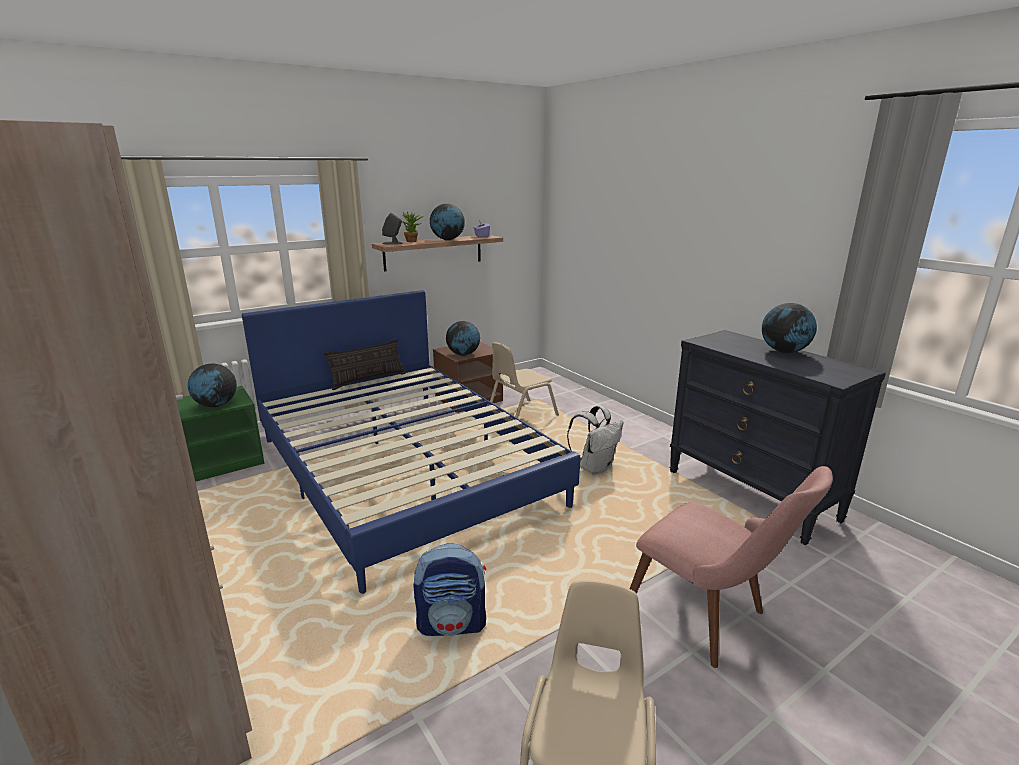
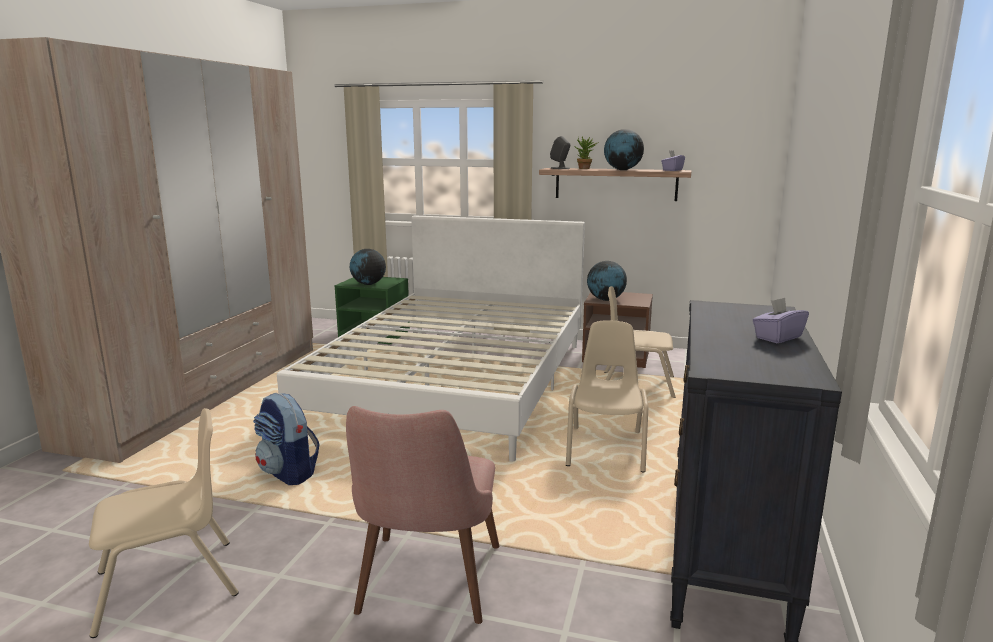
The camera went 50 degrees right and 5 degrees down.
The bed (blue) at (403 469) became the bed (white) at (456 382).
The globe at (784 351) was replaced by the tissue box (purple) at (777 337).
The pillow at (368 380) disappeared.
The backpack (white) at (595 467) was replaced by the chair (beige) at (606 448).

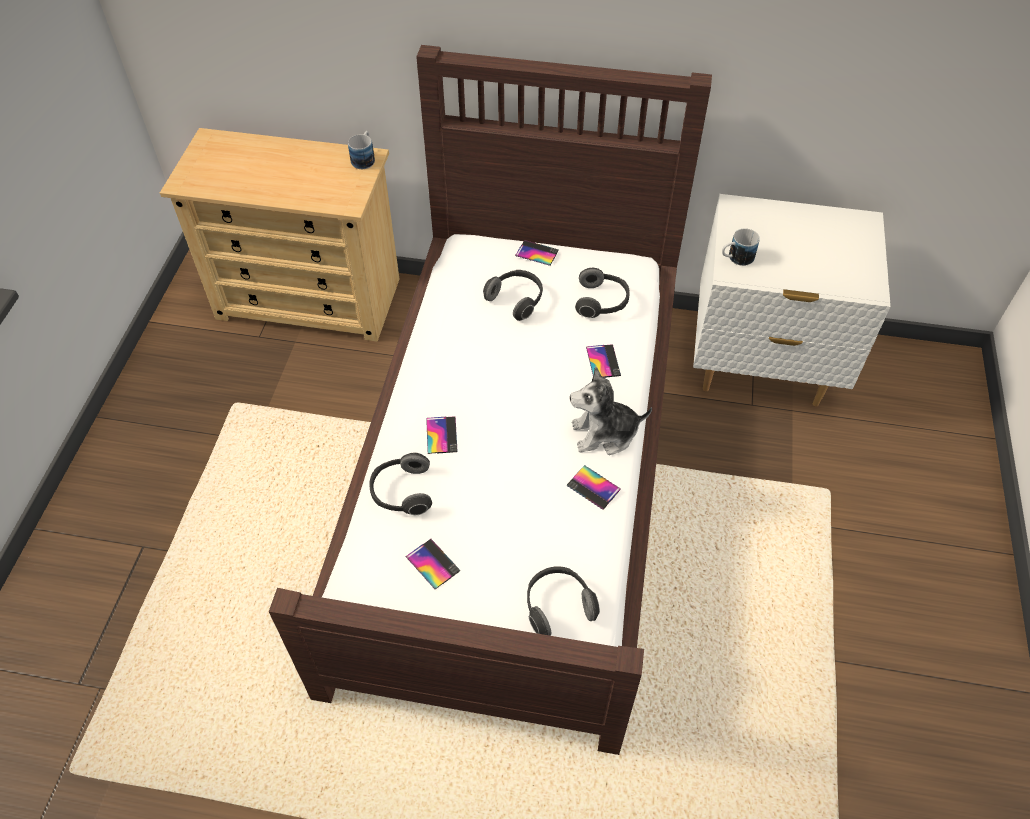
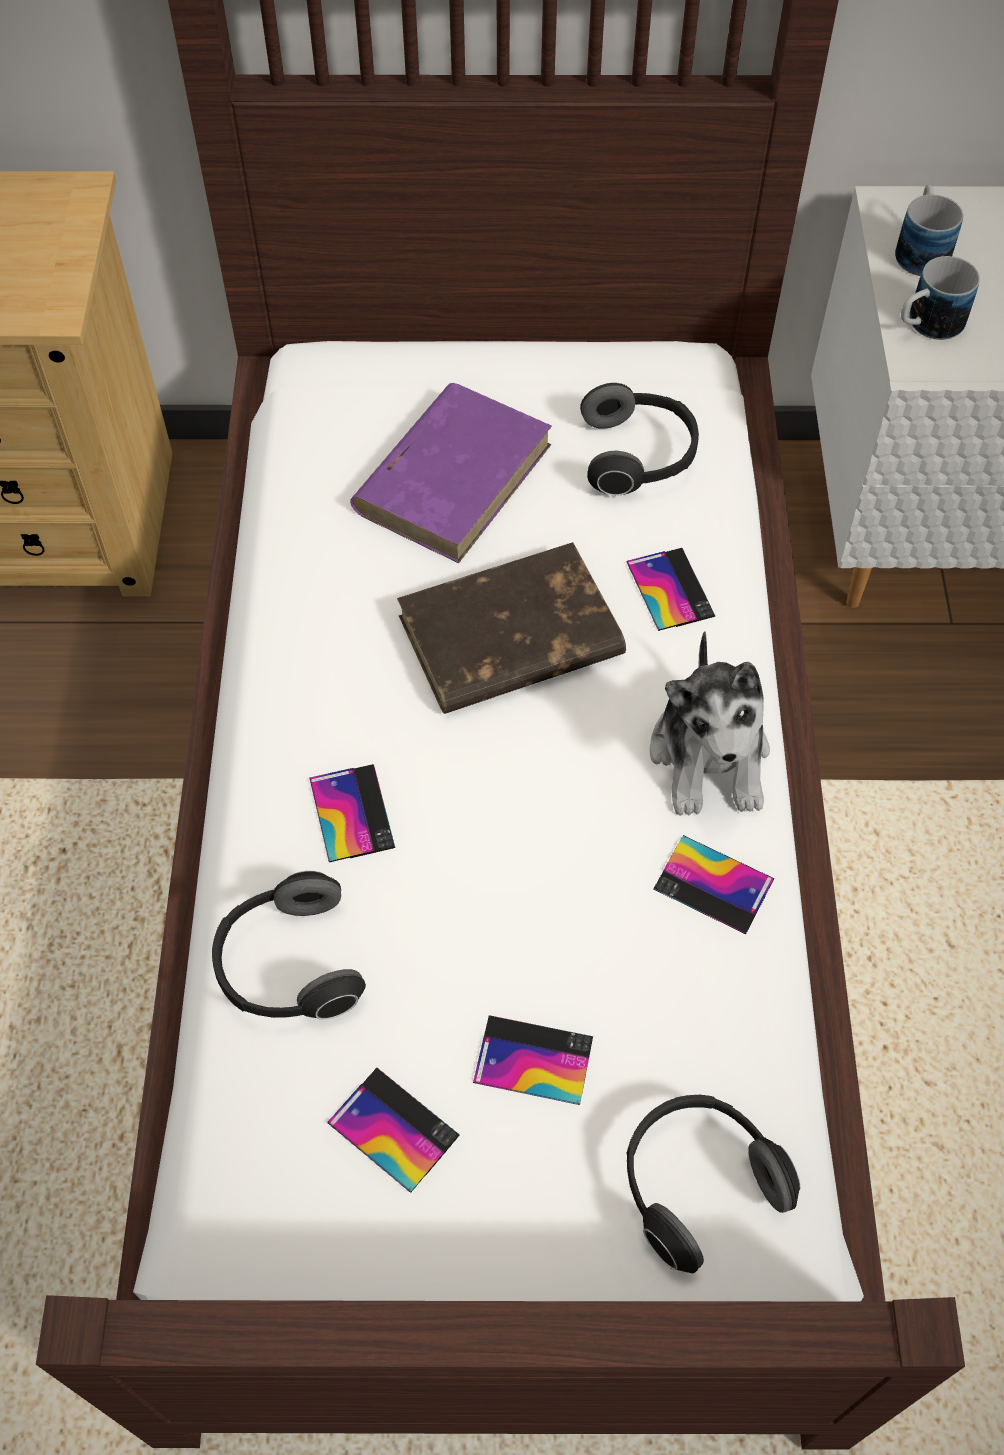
The camera went 10 degrees left and 5 degrees up.
The mug moved from (364 158) to (920 249).
The phone moved from (537 253) to (533 1060).
The headphones at (516 300) was replaced by the book (purple) at (454 476).
The plush toy at (604 434) turned 75 degrees counterclockwise.
The book (brown) at (508 638) appeared.

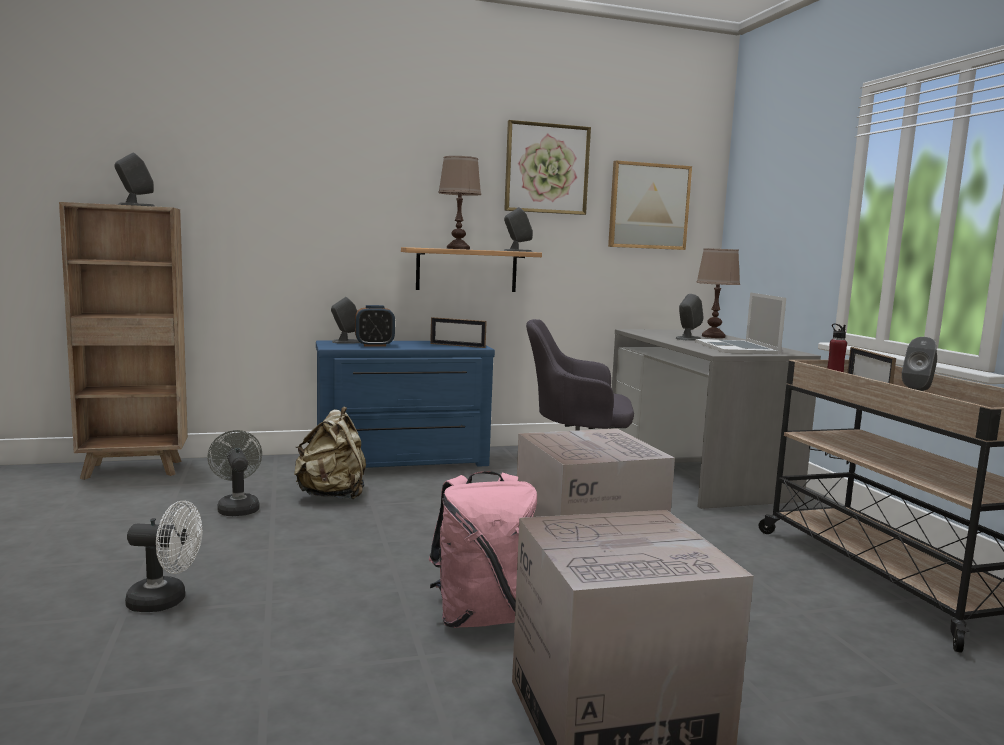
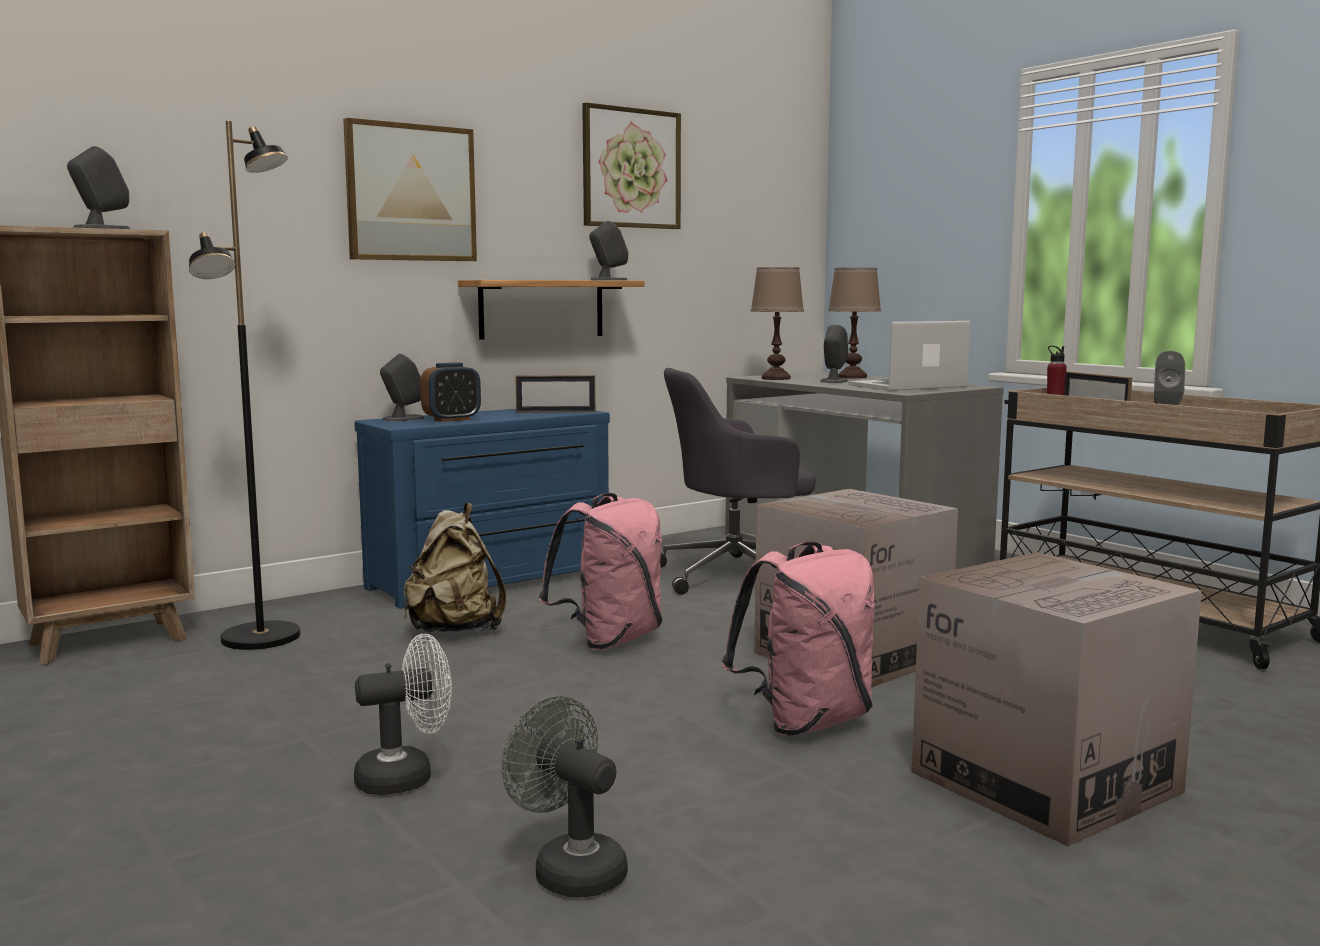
The camera went 20 degrees left and 0 degrees up.
The table lamp (brown) moved from (458 249) to (775 378).
The picture moved from (648 206) to (410 193).
The laptop at (737 348) turned 90 degrees clockwise.
The fan (grey) moved from (237 507) to (569 869).
The floor lamp (black) at (262 638) appeared.
The backpack (pink) at (610 640) appeared.

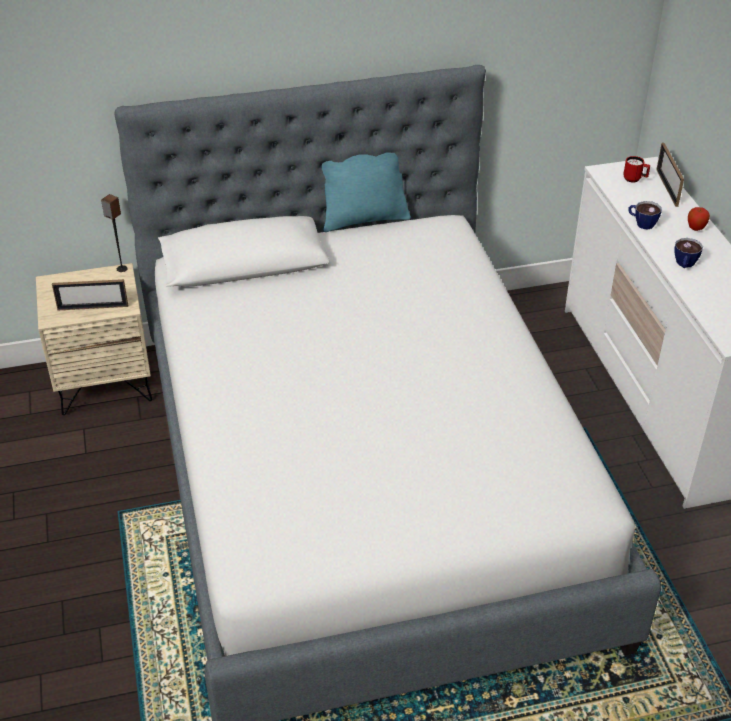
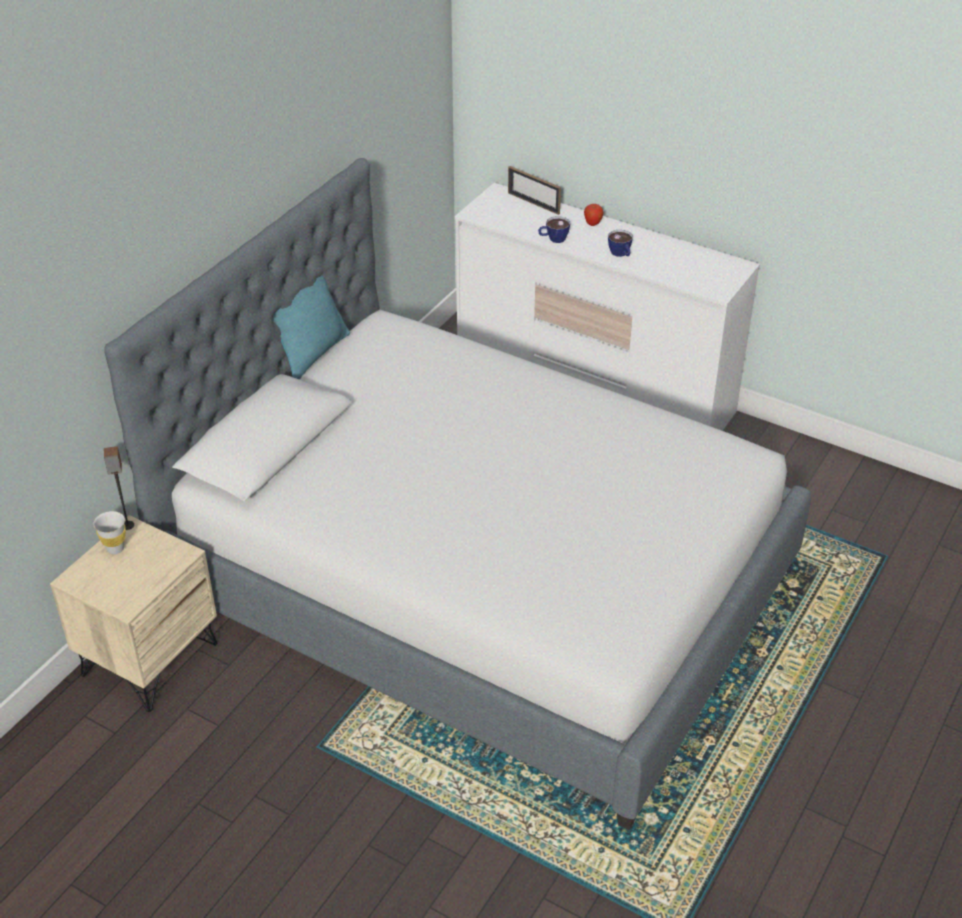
The camera went 45 degrees left and 0 degrees up.
The mug (red) at (635 179) disappeared.
The picture frame at (93 307) disappeared.
The cup (white) at (115 548) appeared.

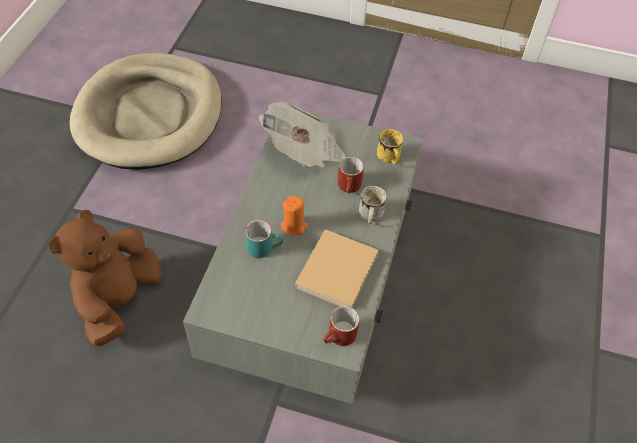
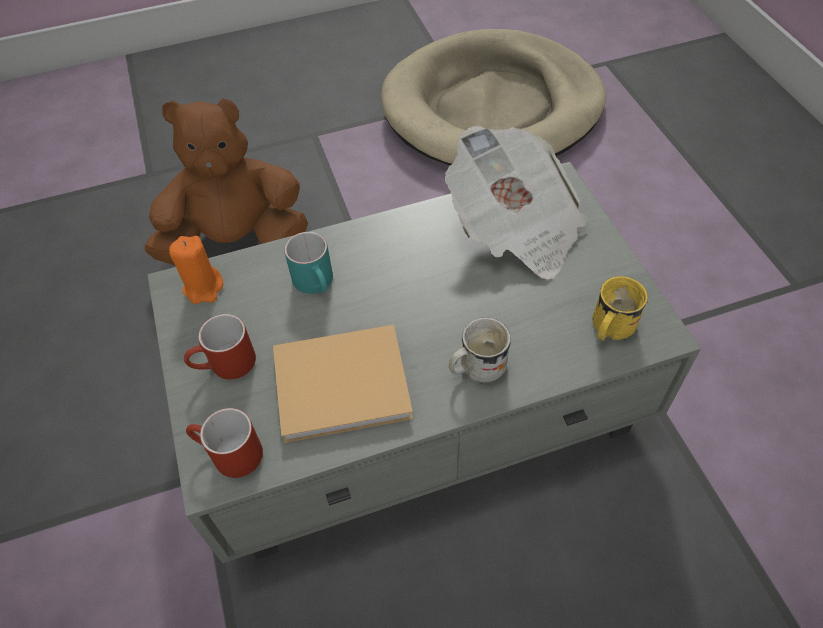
The camera went 60 degrees right and 0 degrees up.
The mug (red) moved from (349 187) to (225 366).
The candle (orange) moved from (294 226) to (204 288).

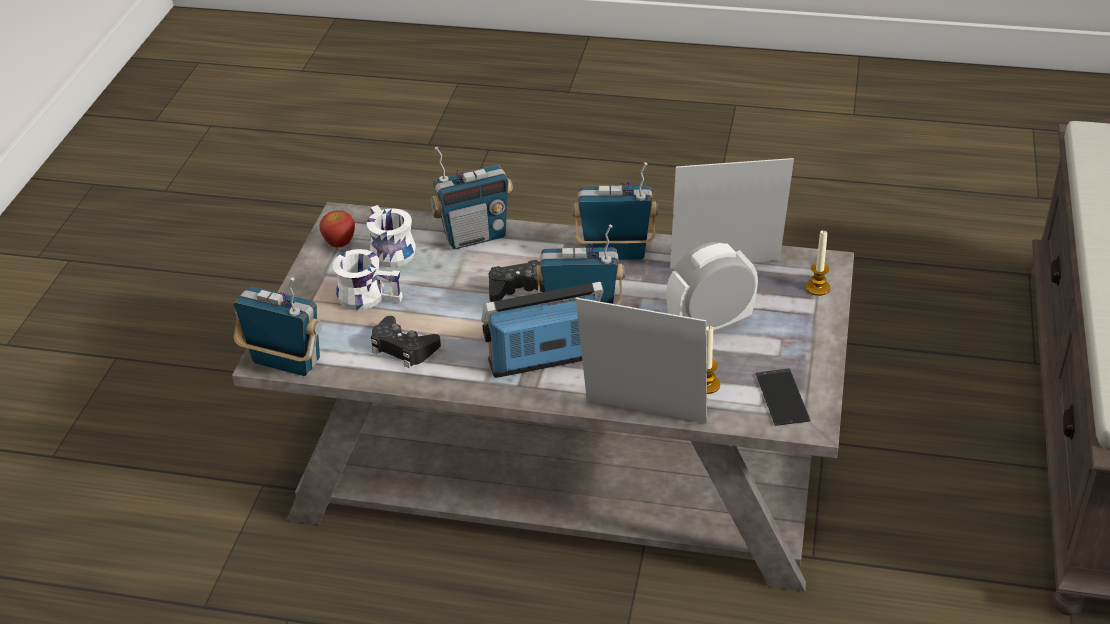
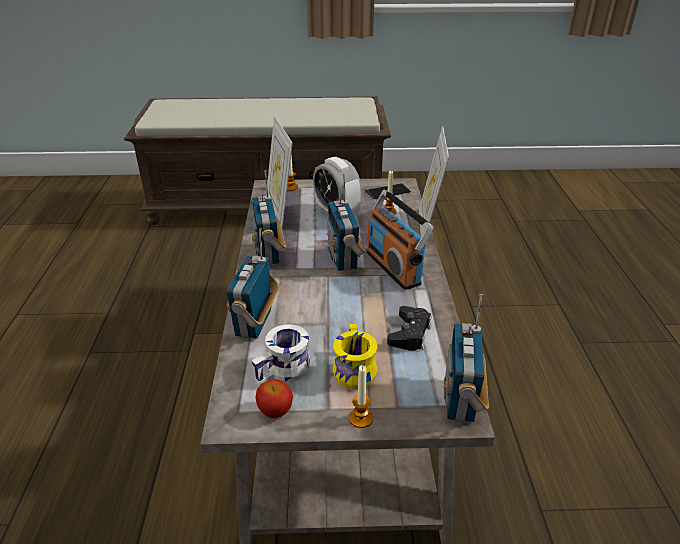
The camera went 105 degrees left and 5 degrees down.
The radio at (474 236) turned 135 degrees counterclockwise.
The mug (white) at (369 295) became the mug (yellow) at (351 369).
The game controller (black) at (518 288) disappeared.
The candle at (361 418) appeared.

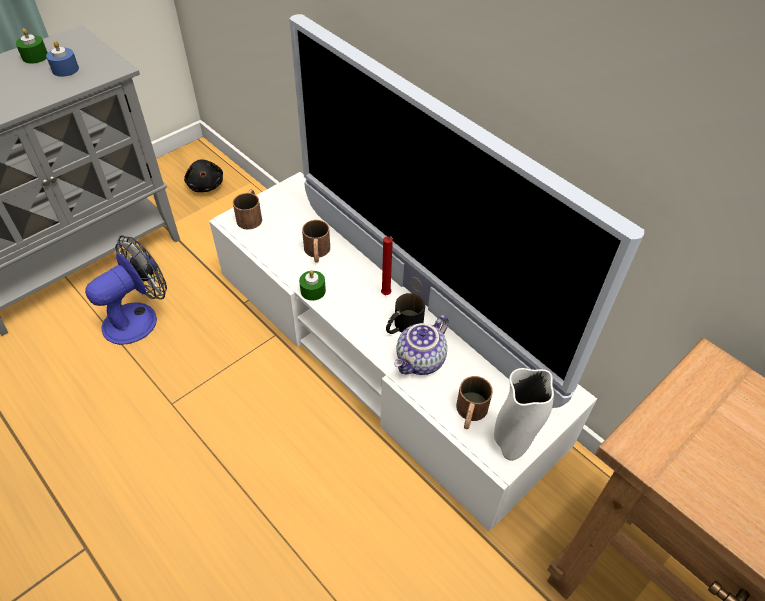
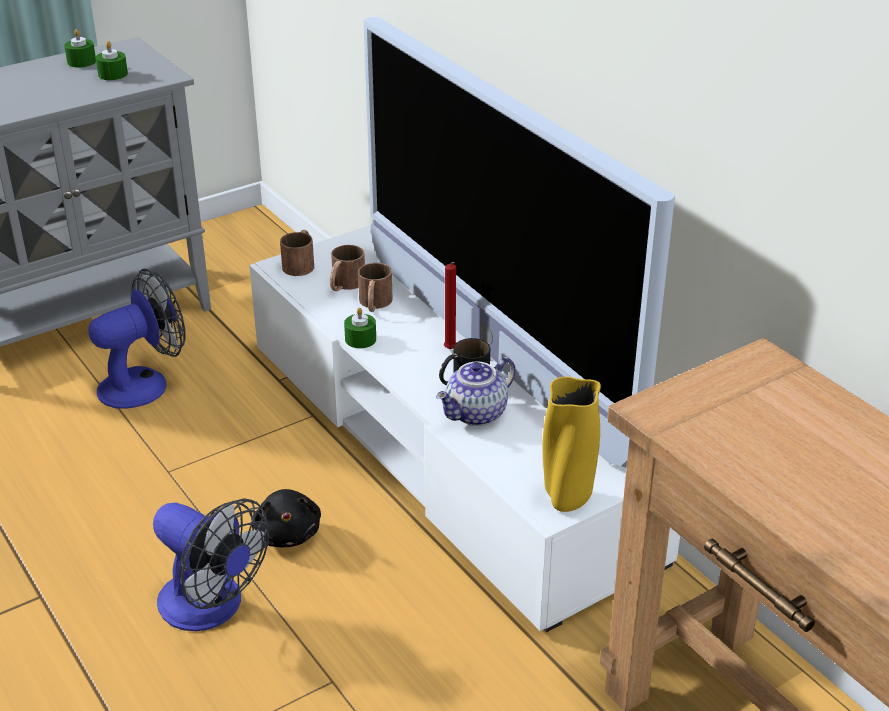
The camera went 10 degrees right and 15 degrees down.
The candle (blue) at (65 69) became the candle (green) at (113 74).
The plush toy (black) moved from (206 185) to (288 533).
The vase (white) at (512 445) became the vase (yellow) at (567 499).
The mug (brown) moved from (470 414) to (344 285).
The fan at (211 608) appeared.

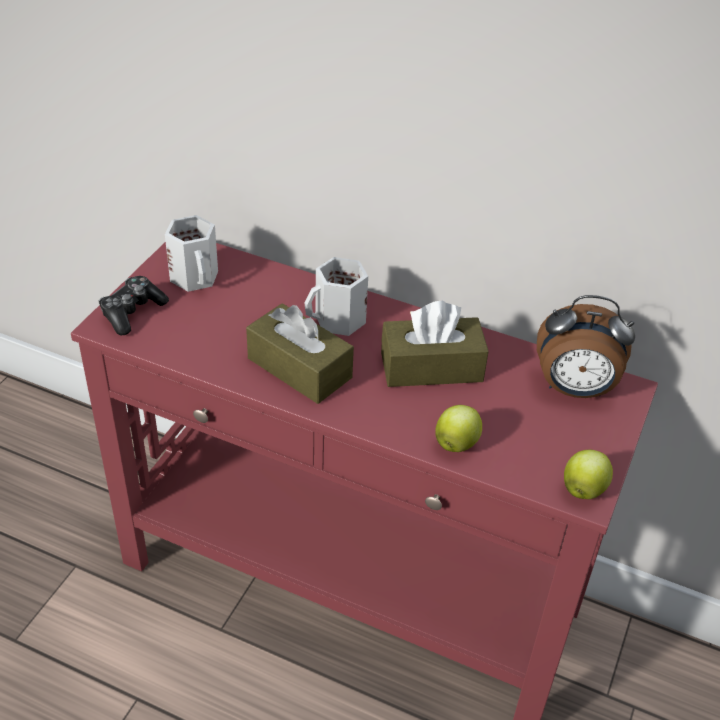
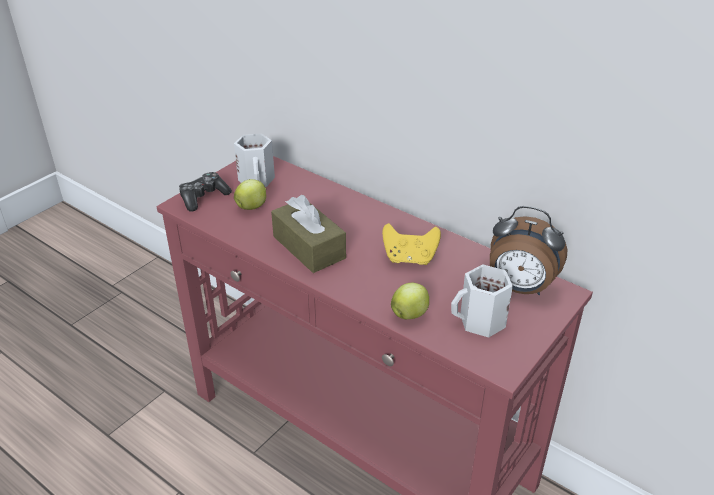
The camera went 15 degrees right and 5 degrees down.
The mug (white) moved from (338 321) to (481 322).
The tissue box (brown) at (431 367) was replaced by the game controller (yellow) at (409 258).
The apple moved from (583 489) to (252 207).

